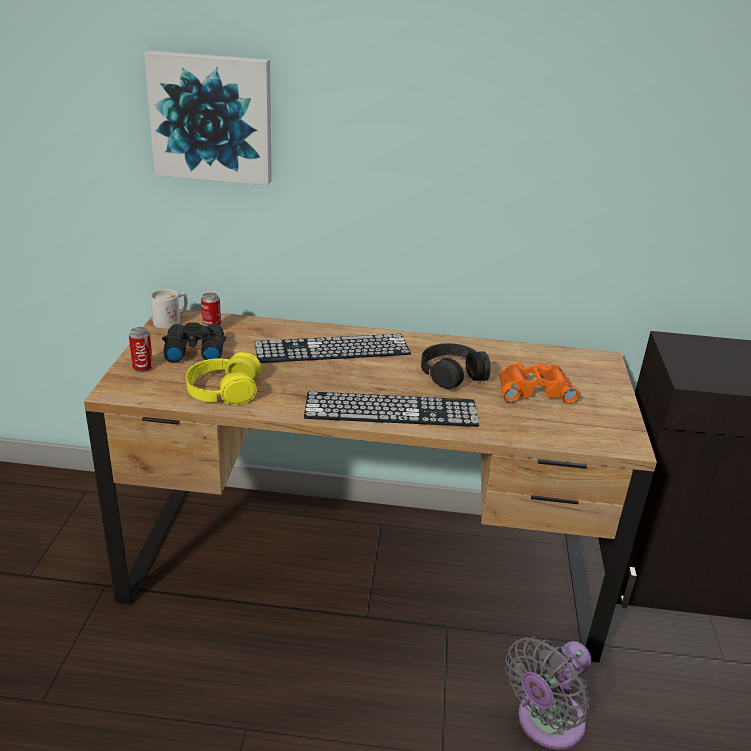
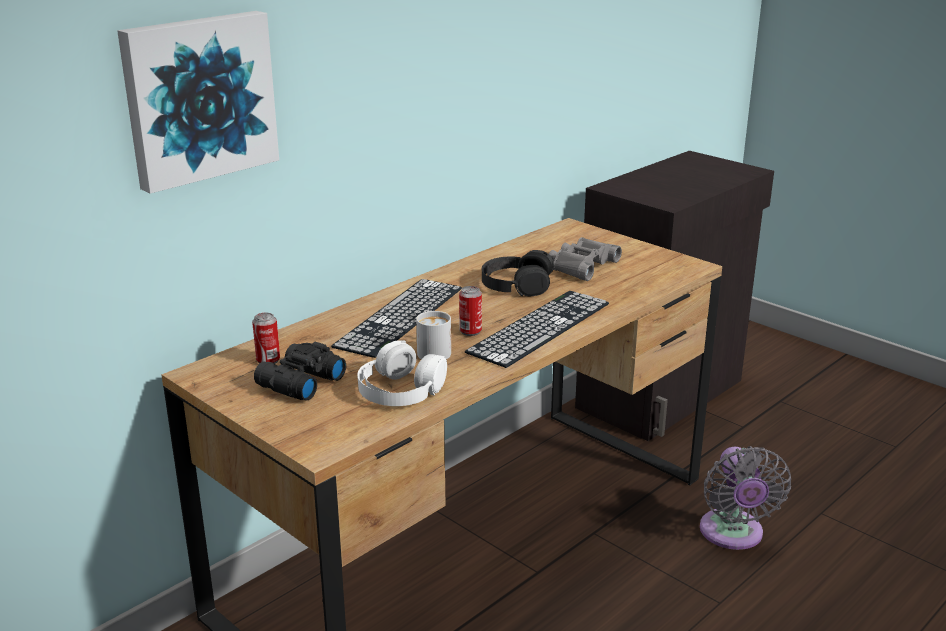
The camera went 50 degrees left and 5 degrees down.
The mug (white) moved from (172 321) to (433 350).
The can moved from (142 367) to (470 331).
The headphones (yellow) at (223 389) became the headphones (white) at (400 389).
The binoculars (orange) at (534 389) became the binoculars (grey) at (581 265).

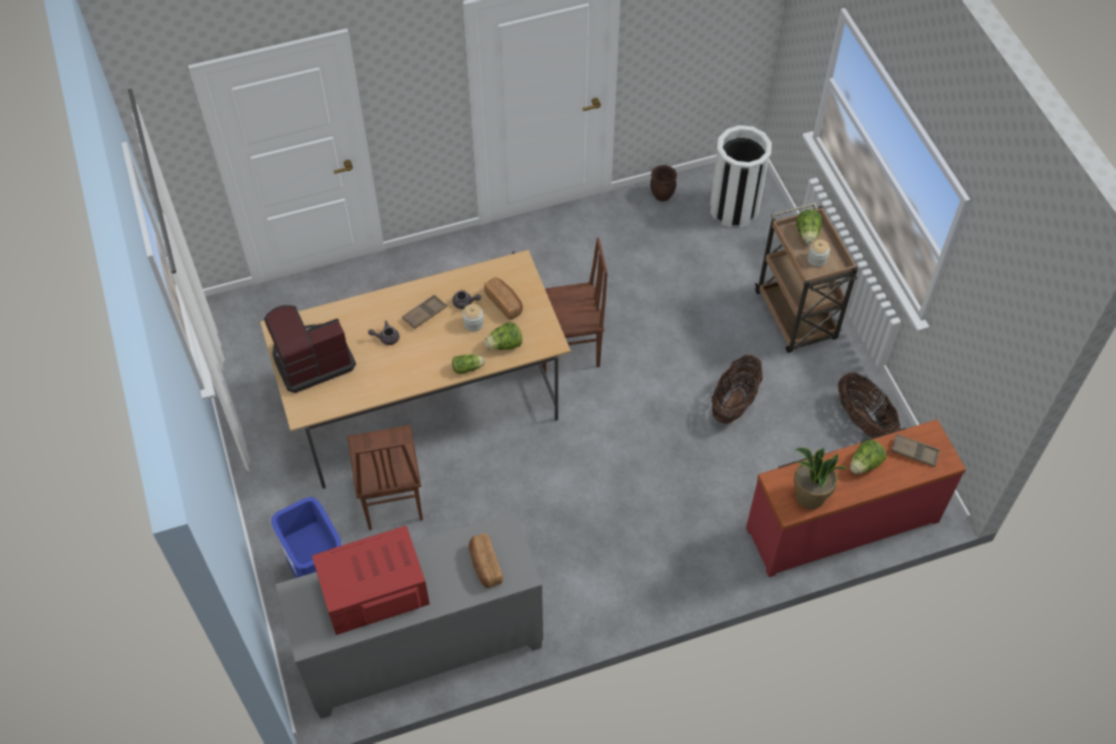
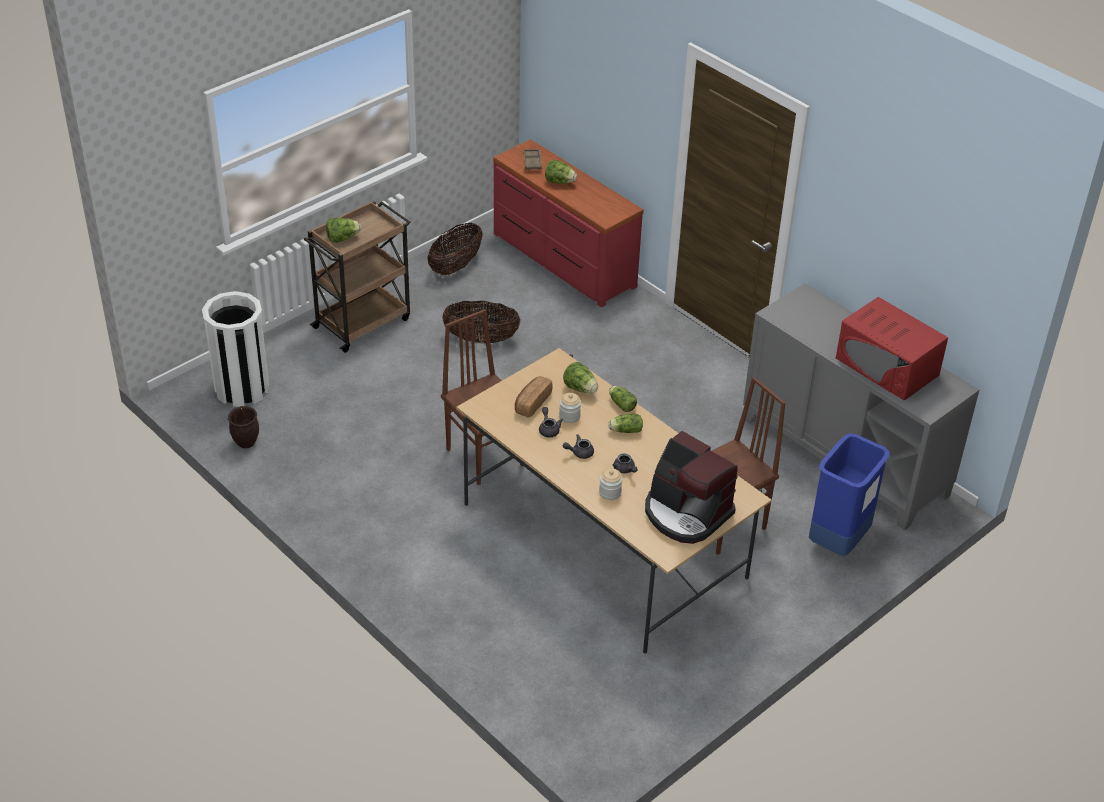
The camera went 115 degrees left and 15 degrees down.
The jar moved from (817 259) to (610 492).
The tray (brown) at (424 314) was replaced by the teapot (grey) at (579 452).
The potted plant at (809 497) disappeared.
The bread at (485 565) disappeared.
The lettuce at (624 430) appeared.

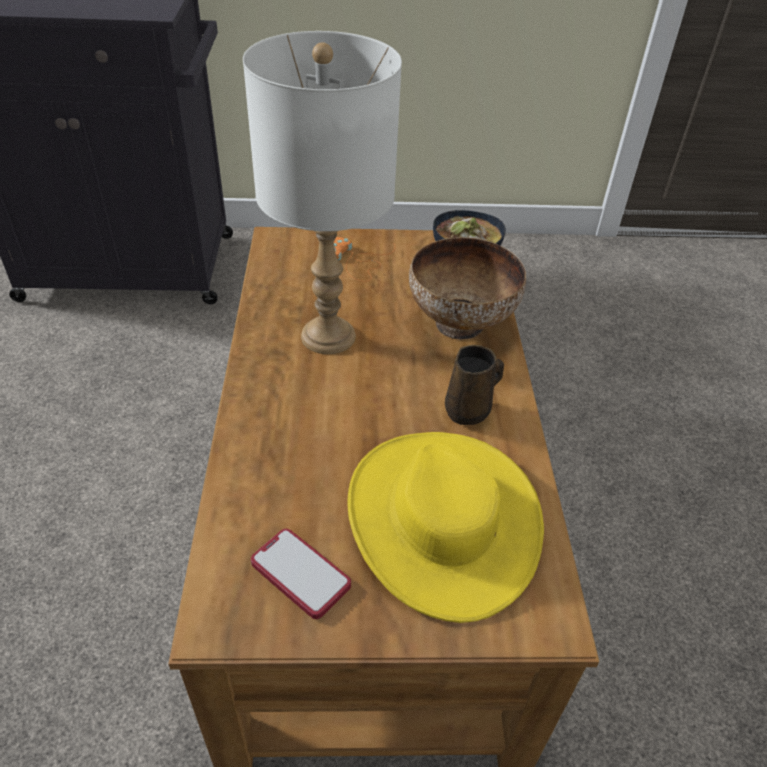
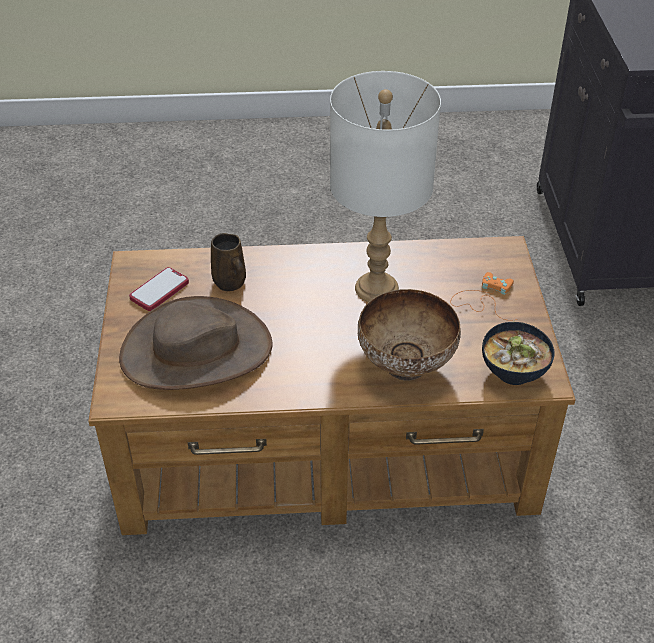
The camera went 90 degrees right and 0 degrees up.
The mug (brown) moved from (469 410) to (230 283).
The hat (yellow) at (442 519) became the hat (brown) at (196 351).

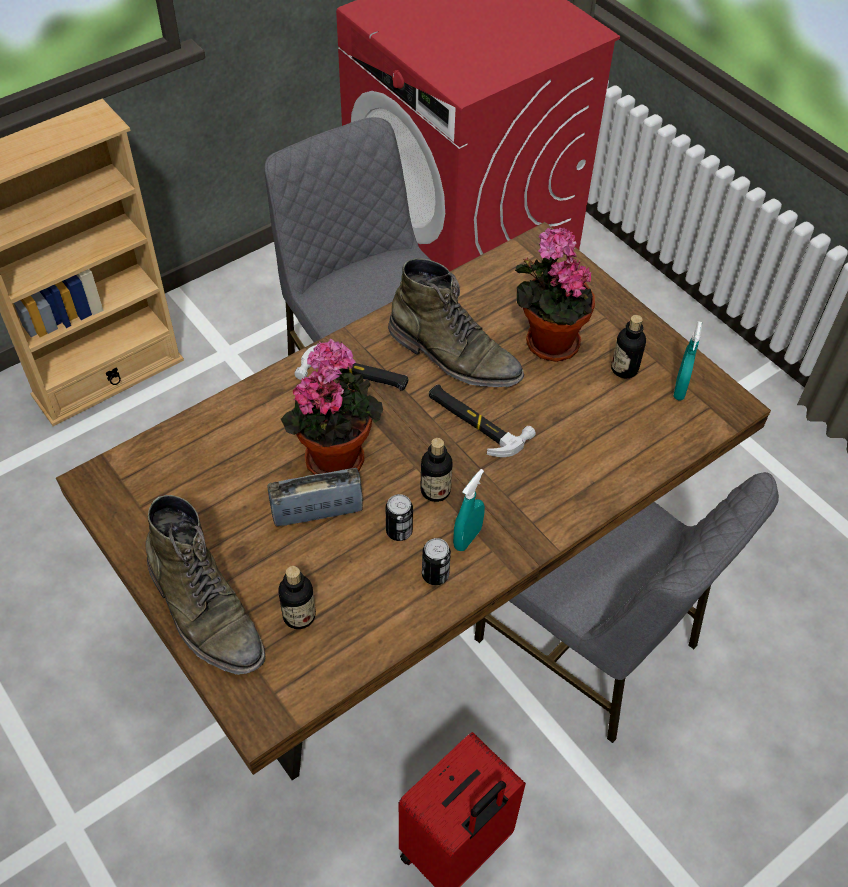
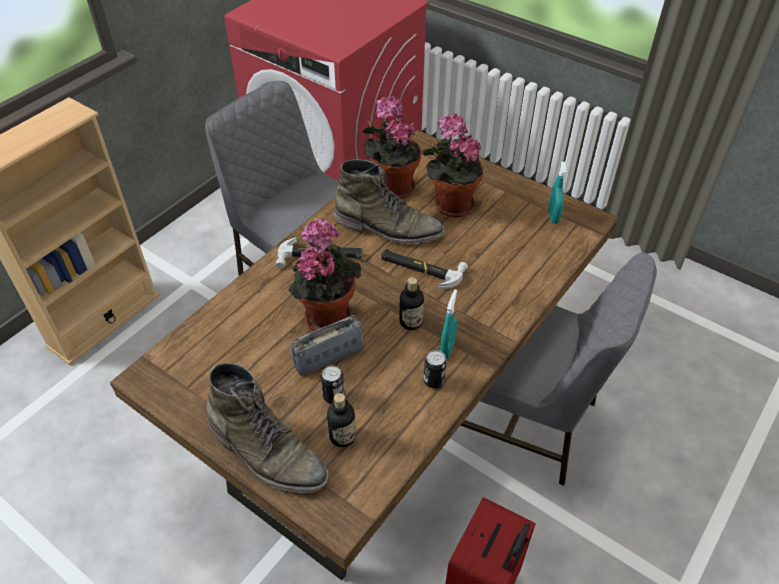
The camera went 15 degrees left and 5 degrees down.
The bottle at (624 369) disappeared.
The can moved from (399 531) to (333 396).
The potted plant at (392 187) appeared.

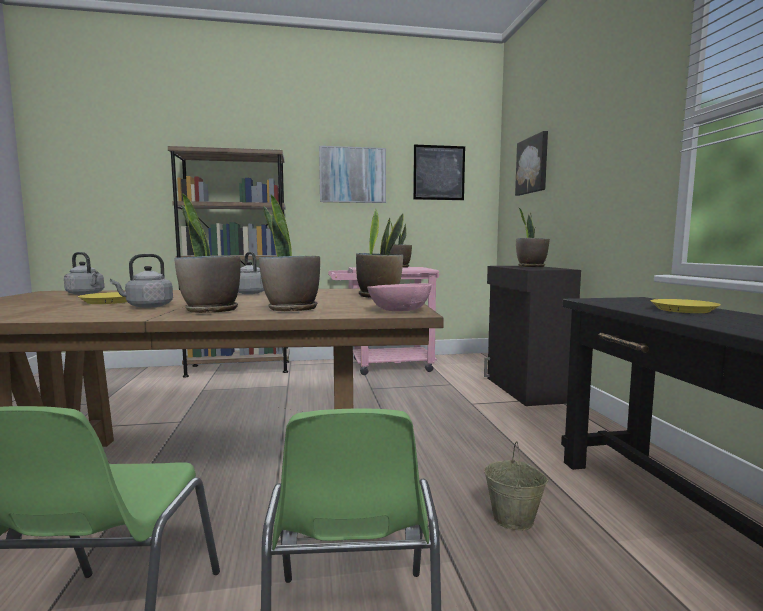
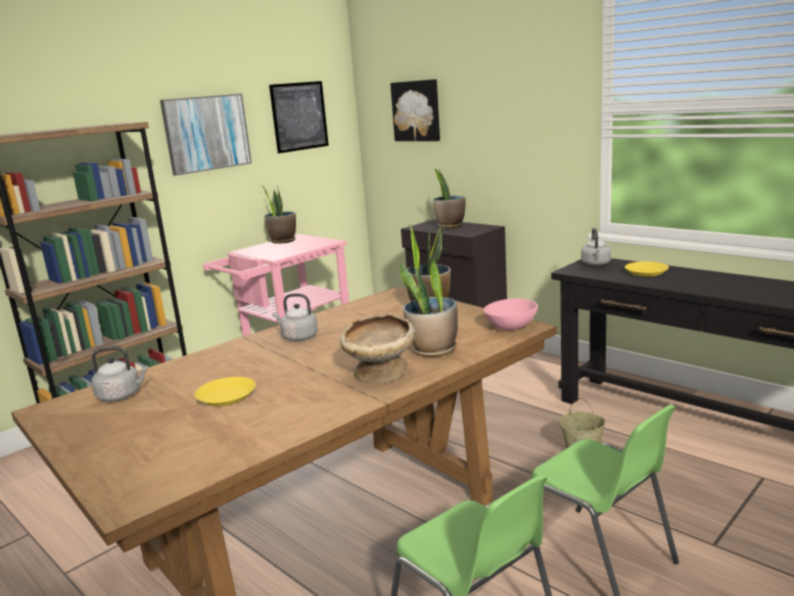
The camera went 35 degrees left and 10 degrees up.
The potted plant at (210 310) was replaced by the bowl (beige) at (381 374).
The kettle (grey) moved from (147 306) to (596 264).

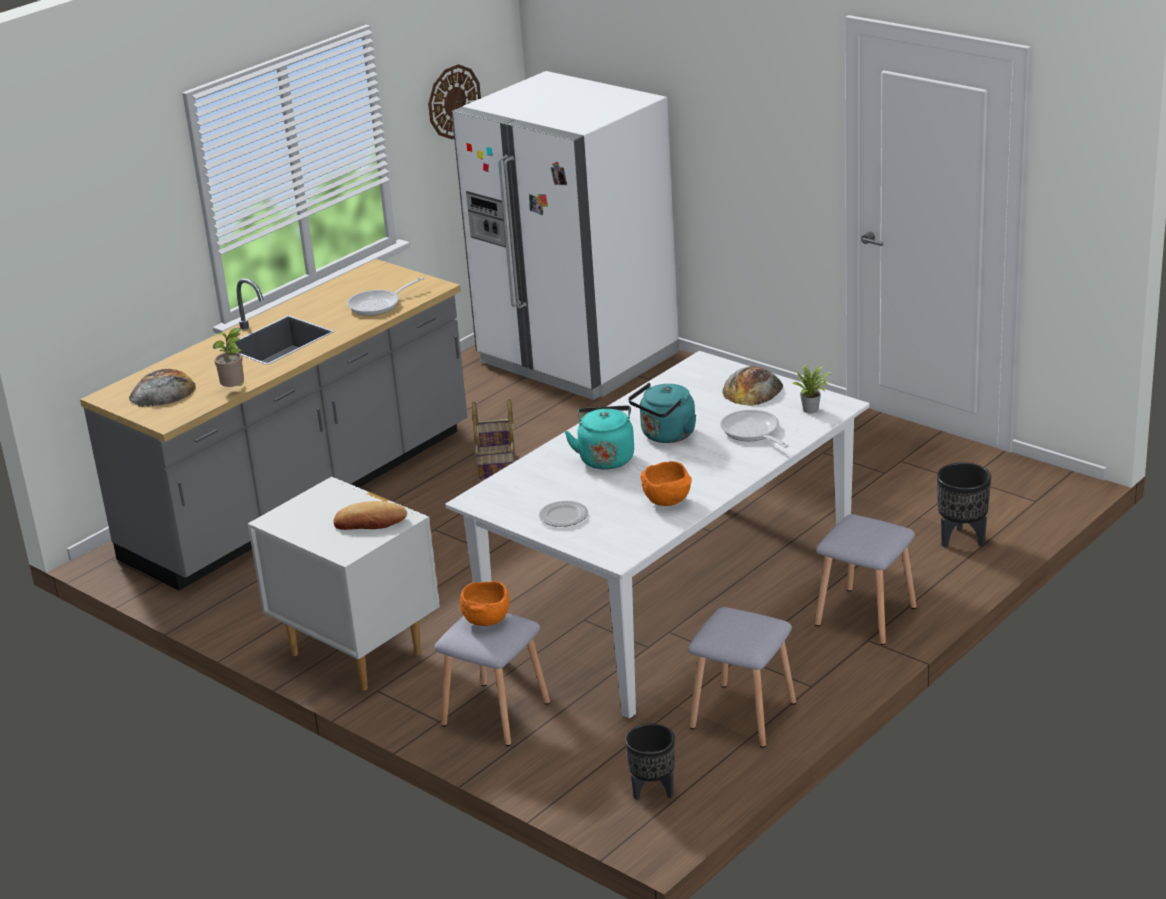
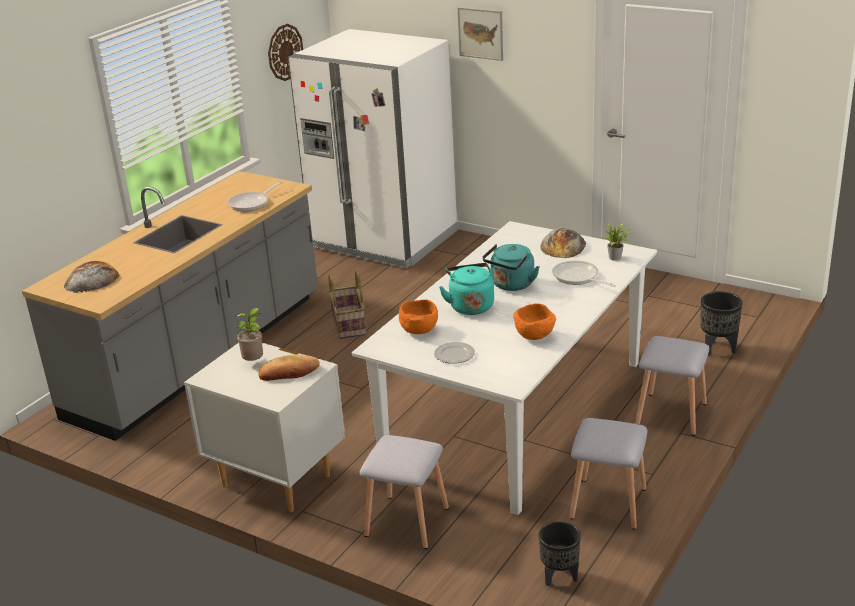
The camera went 10 degrees left and 0 degrees up.
The potted plant moved from (235 390) to (255 362).
The bowl (orange) moved from (486 620) to (419 330).
The picture at (480 33) appeared.

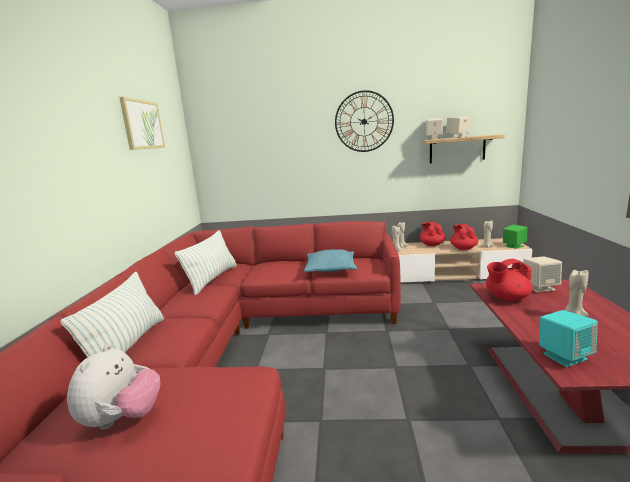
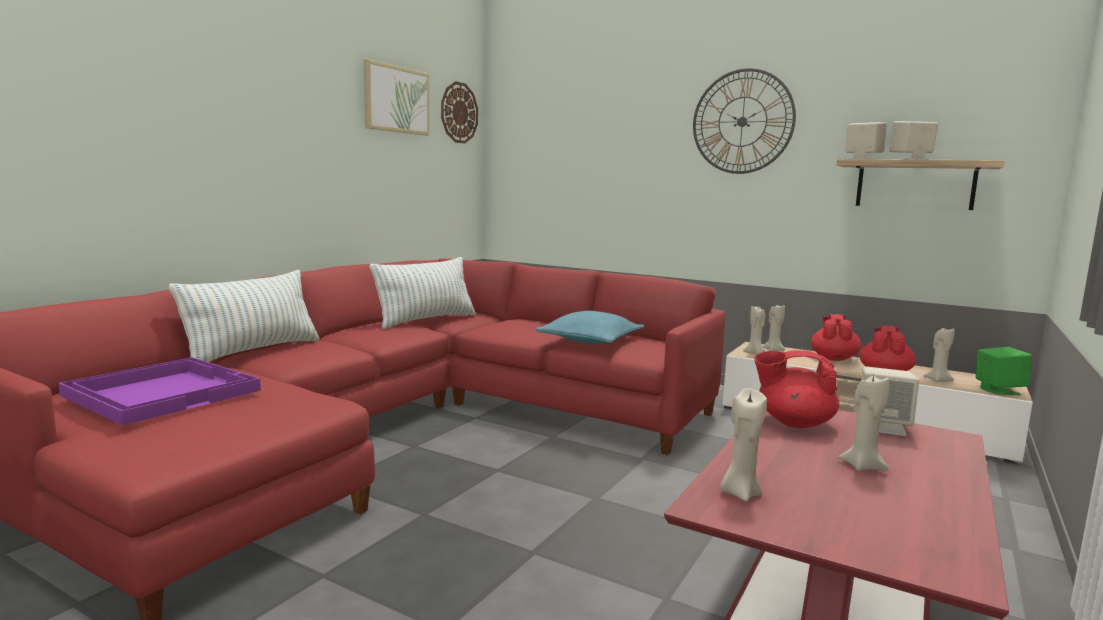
The camera went 25 degrees right and 5 degrees down.
The speaker (turquoise) at (564 356) was replaced by the candle (beige) at (739 493).
The plush toy at (122 419) was replaced by the tray (purple) at (163 392).
The wall clock at (459 113) appeared.

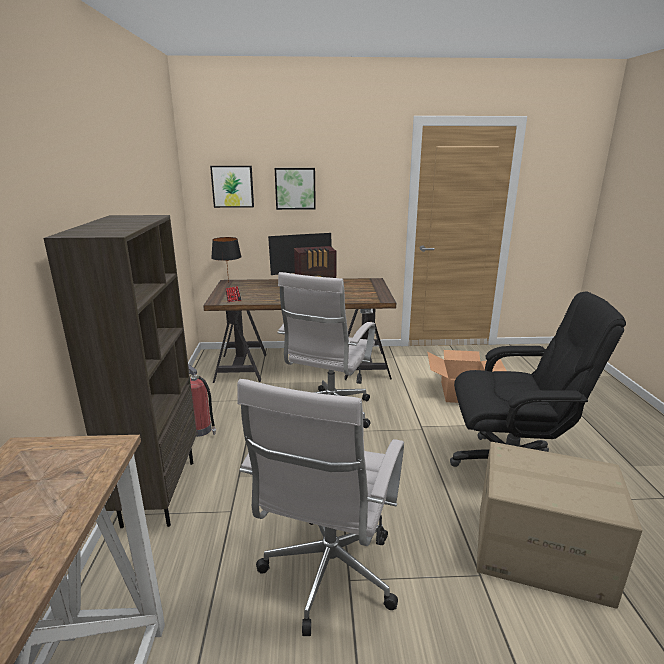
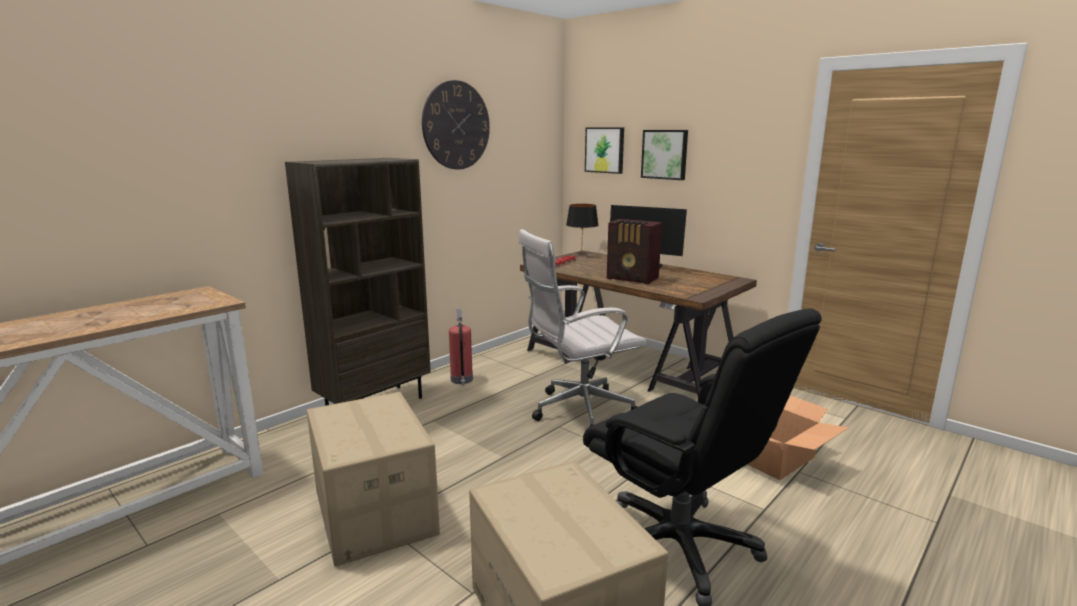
The camera went 45 degrees right and 5 degrees down.
The office chair (white) at (327 577) was replaced by the cardboard box at (373 512).
The wall clock at (456 125) appeared.

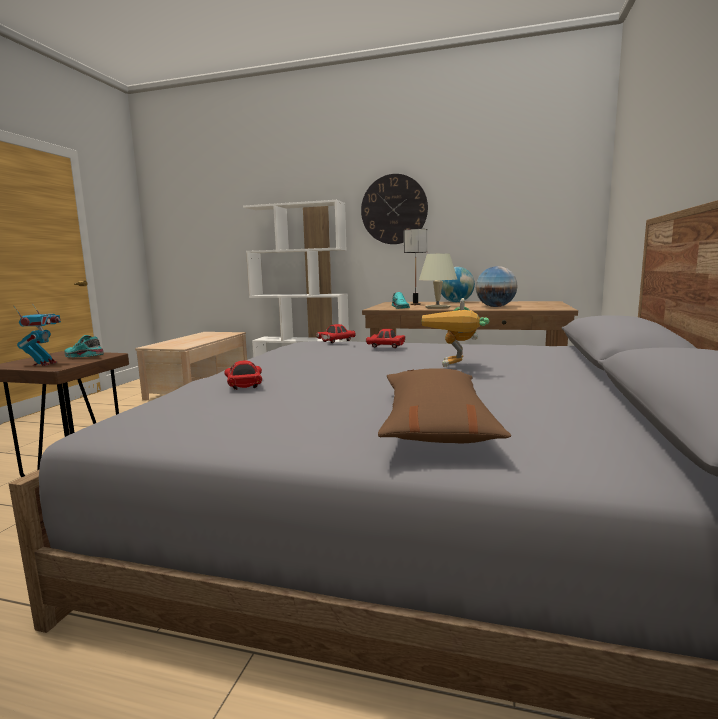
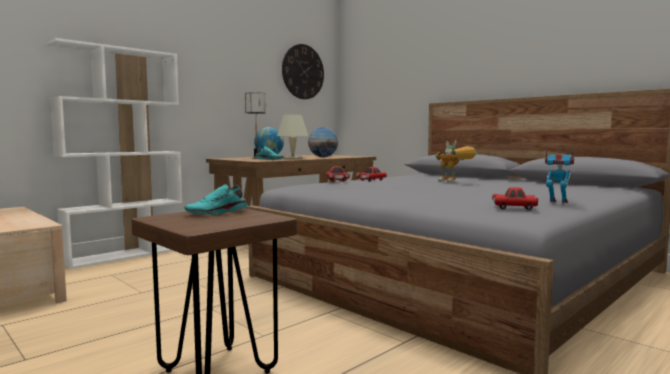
The camera went 60 degrees left and 5 degrees down.
The wall clock moved from (394 209) to (303 72).
The toy robot moved from (44 364) to (557 202).
The toy car (red) moved from (244 385) to (514 208).
The pillow (brown) at (435 423) disappeared.

